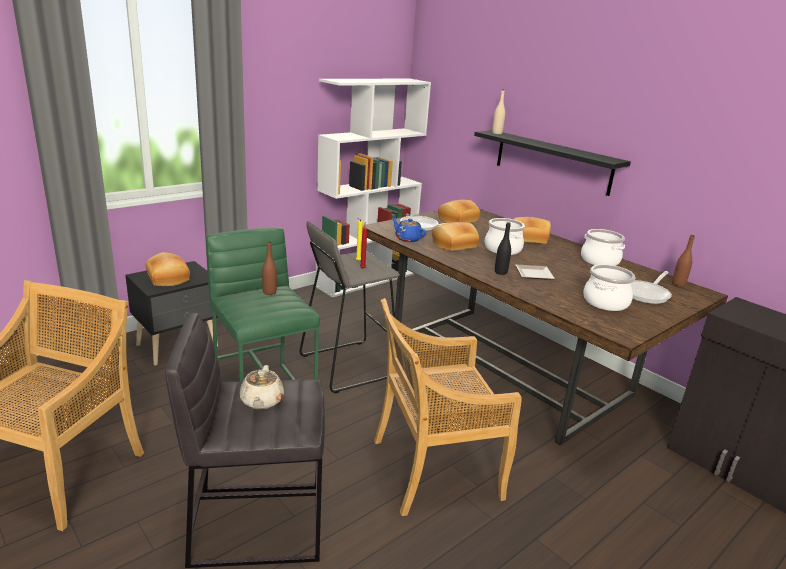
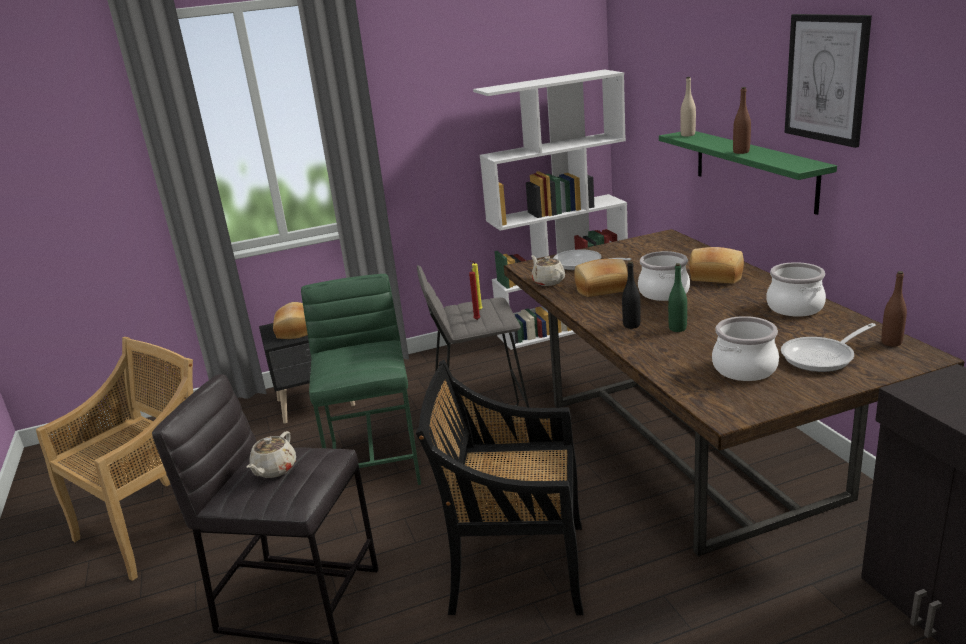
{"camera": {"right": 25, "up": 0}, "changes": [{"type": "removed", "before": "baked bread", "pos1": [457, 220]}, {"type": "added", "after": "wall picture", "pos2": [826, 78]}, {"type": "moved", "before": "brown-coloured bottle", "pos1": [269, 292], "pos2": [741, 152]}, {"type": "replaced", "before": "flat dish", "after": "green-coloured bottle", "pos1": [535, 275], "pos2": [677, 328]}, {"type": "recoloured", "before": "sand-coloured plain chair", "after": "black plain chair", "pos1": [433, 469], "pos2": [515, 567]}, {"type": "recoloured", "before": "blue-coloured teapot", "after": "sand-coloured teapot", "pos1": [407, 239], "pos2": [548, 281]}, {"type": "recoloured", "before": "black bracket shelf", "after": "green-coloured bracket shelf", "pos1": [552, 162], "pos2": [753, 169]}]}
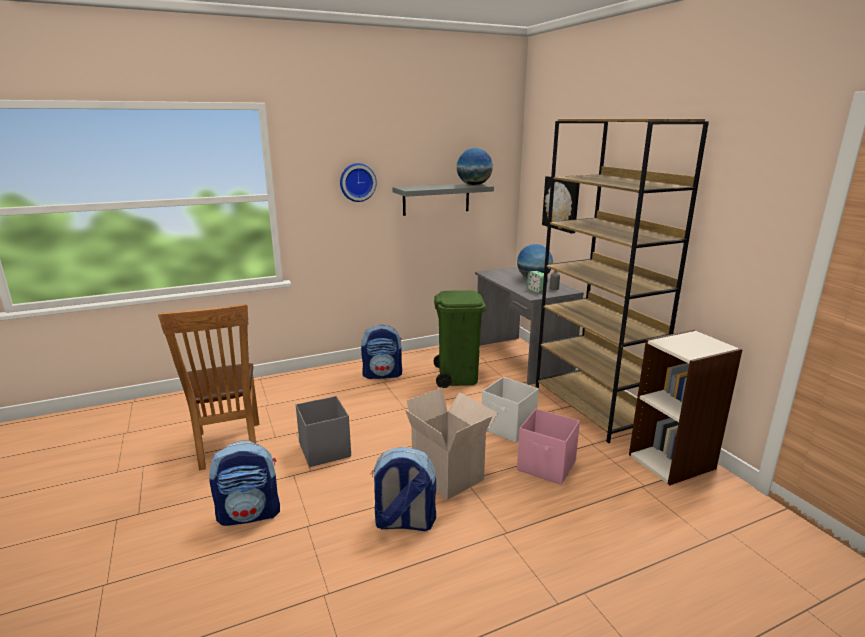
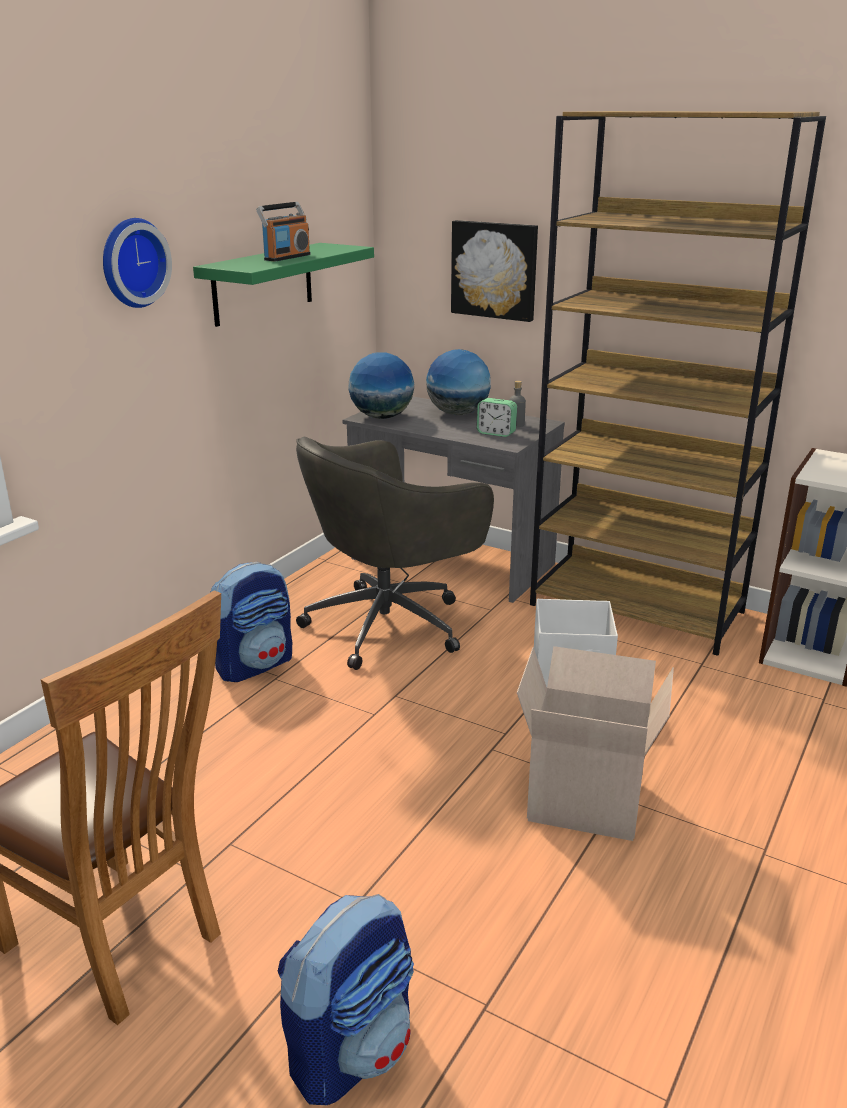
{"camera": {"right": -35, "up": 5}, "changes": [{"type": "removed", "before": "gray storage container", "pos1": [325, 450]}, {"type": "removed", "before": "rucksack", "pos1": [404, 522]}, {"type": "removed", "before": "pinkish storage container", "pos1": [547, 466]}, {"type": "added", "after": "radio receiver", "pos2": [286, 257]}, {"type": "moved", "before": "desk globe", "pos1": [474, 185], "pos2": [382, 417]}, {"type": "replaced", "before": "green-coloured rubbish bin", "after": "gray desk chair", "pos1": [457, 376], "pos2": [390, 624]}, {"type": "recoloured", "before": "gray bracket shelf", "after": "green-coloured bracket shelf", "pos1": [436, 199], "pos2": [263, 283]}]}
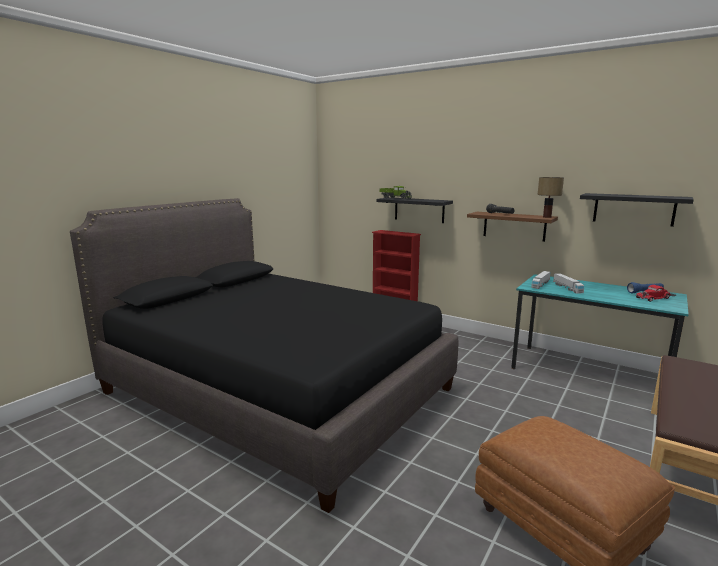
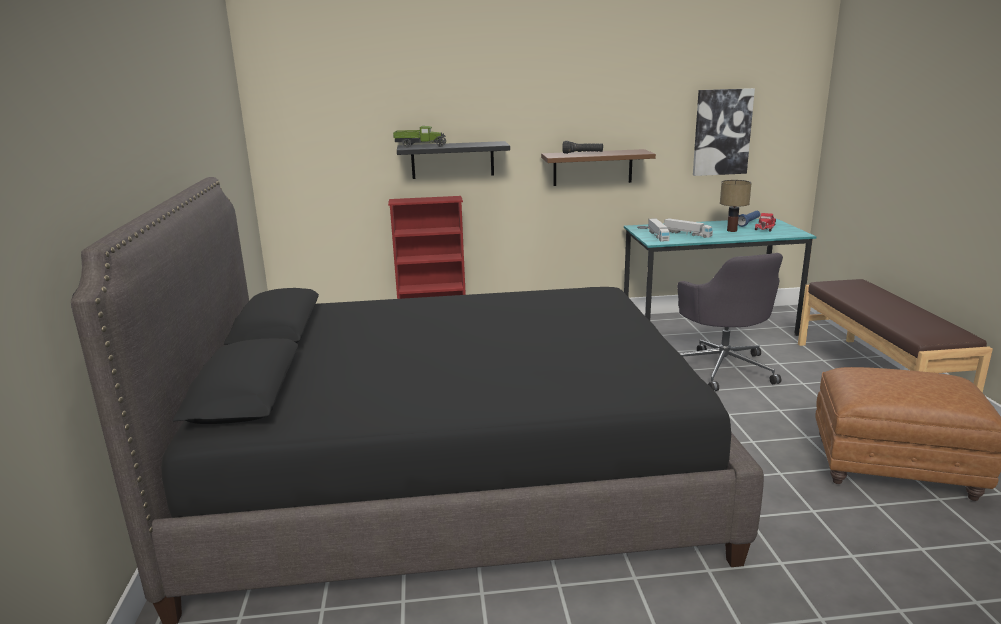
{"camera": {"right": -40, "up": 5}, "changes": [{"type": "added", "after": "gray desk chair", "pos2": [723, 368]}, {"type": "moved", "before": "table lamp", "pos1": [546, 217], "pos2": [731, 230]}, {"type": "replaced", "before": "black bracket shelf", "after": "wall picture", "pos1": [633, 209], "pos2": [722, 132]}]}
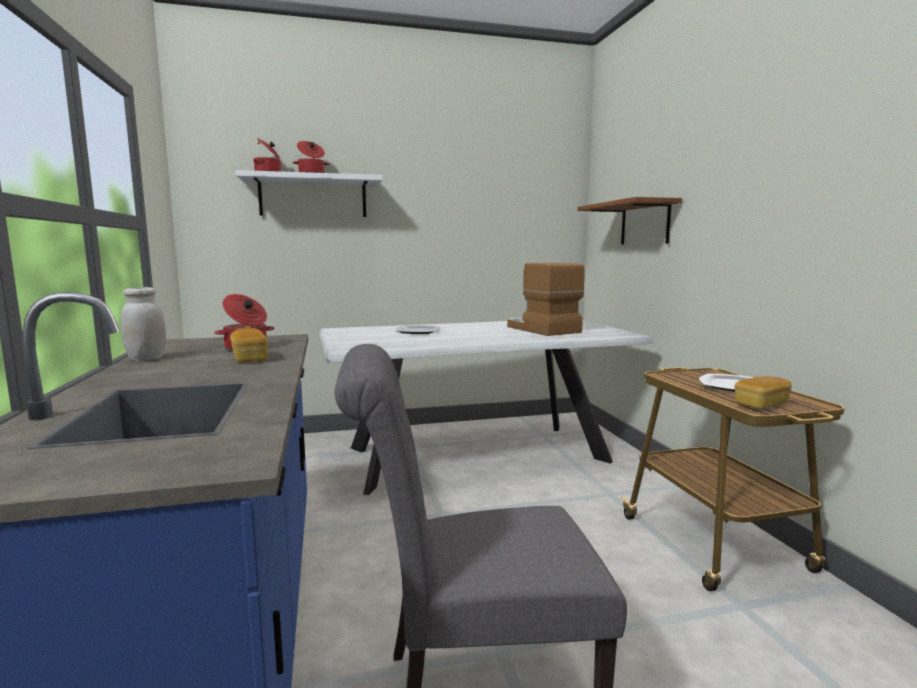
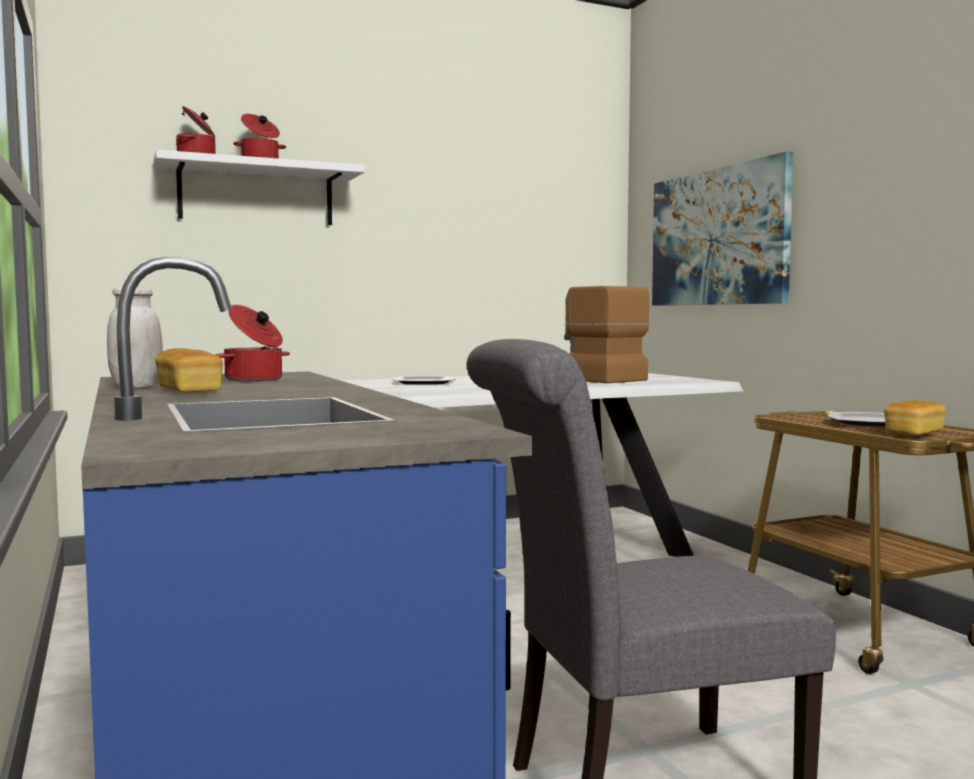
{"camera": {"right": -10, "up": -5}, "changes": [{"type": "moved", "before": "baked bread", "pos1": [249, 358], "pos2": [189, 391]}, {"type": "replaced", "before": "bracket shelf", "after": "wall picture", "pos1": [645, 223], "pos2": [718, 237]}]}
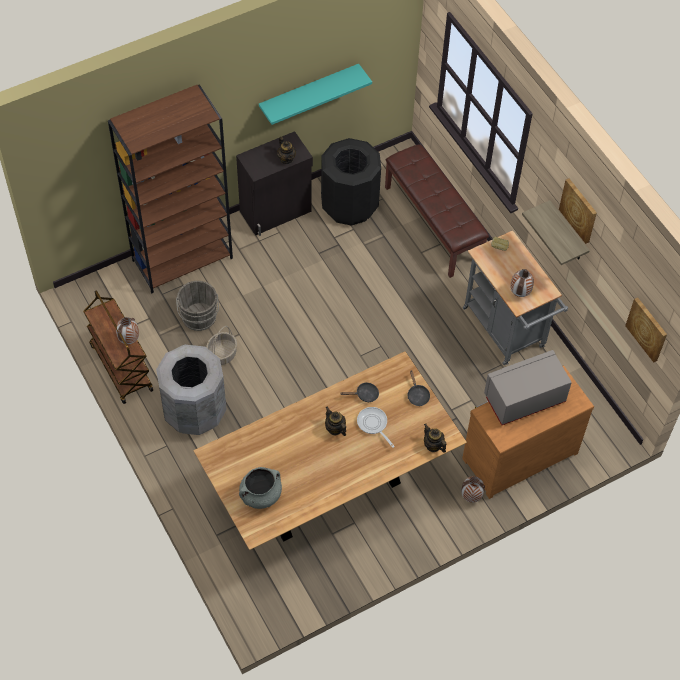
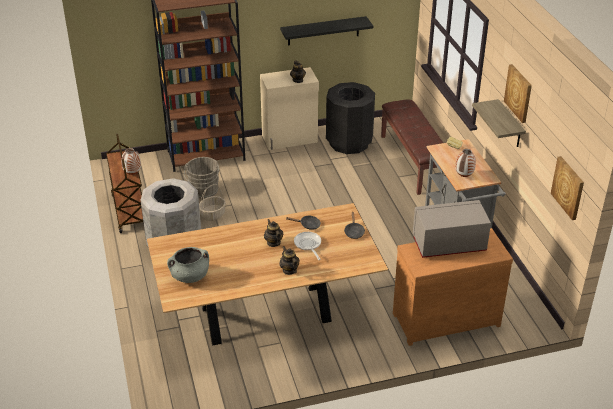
{"camera": {"right": 15, "up": -20}, "changes": [{"type": "removed", "before": "flower vase", "pos1": [471, 497]}, {"type": "moved", "before": "teapot", "pos1": [433, 445], "pos2": [289, 270]}, {"type": "recoloured", "before": "black cabinet", "after": "sand-coloured cabinet", "pos1": [276, 212], "pos2": [290, 139]}, {"type": "recoloured", "before": "blue-green bracket shelf", "after": "black bracket shelf", "pos1": [309, 92], "pos2": [323, 31]}]}
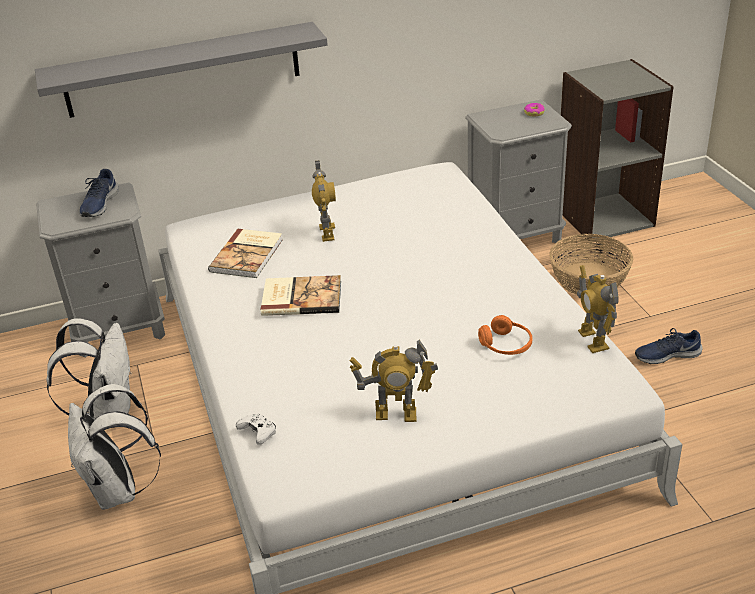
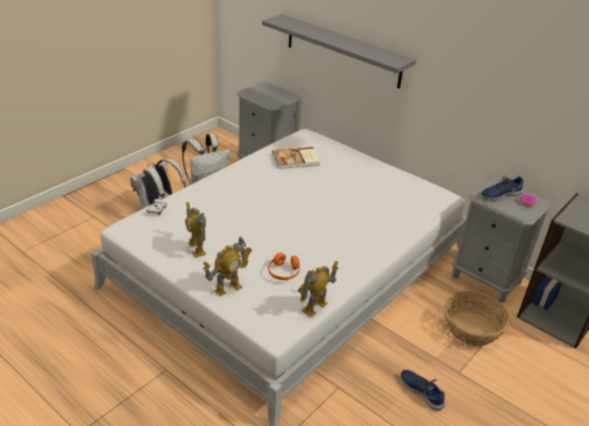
{"camera": {"right": 55, "up": 0}, "changes": [{"type": "removed", "before": "volume", "pos1": [301, 297]}, {"type": "moved", "before": "blue-coloured low shoe", "pos1": [99, 204], "pos2": [500, 194]}, {"type": "moved", "before": "model robot", "pos1": [327, 232], "pos2": [228, 288]}]}
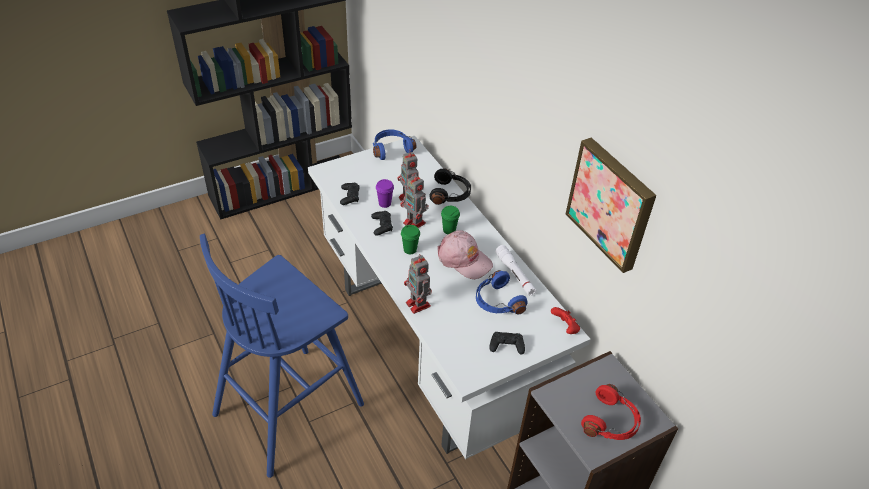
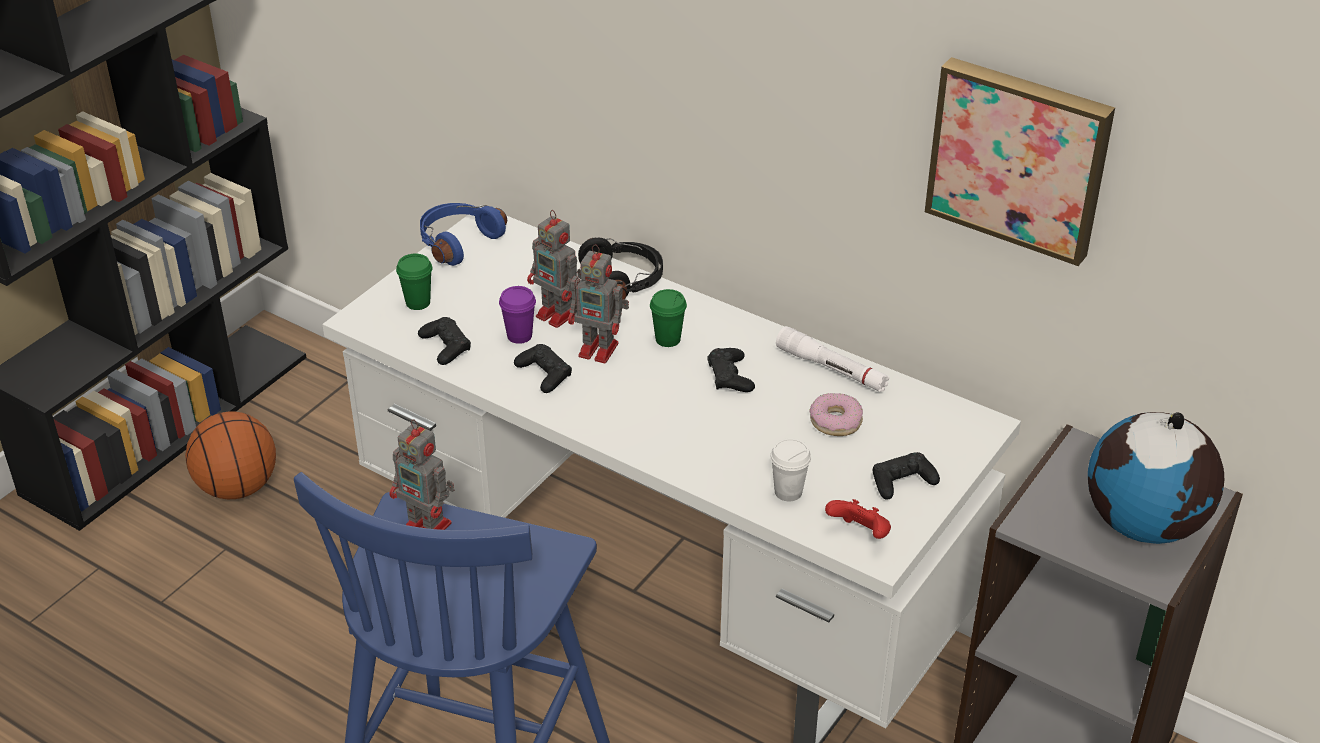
{"camera": {"right": -25, "up": -5}, "changes": [{"type": "added", "after": "ball for basketball", "pos2": [237, 487]}, {"type": "added", "after": "white-coloured cup", "pos2": [788, 492]}, {"type": "moved", "before": "green-coloured cup", "pos1": [410, 249], "pos2": [418, 302]}, {"type": "moved", "before": "model robot", "pos1": [418, 305], "pos2": [428, 529]}, {"type": "moved", "before": "red-coloured game controller", "pos1": [565, 328], "pos2": [860, 534]}, {"type": "replaced", "before": "pinkish peaked cap", "after": "black game controller", "pos1": [464, 259], "pos2": [730, 376]}, {"type": "replaced", "before": "blue-coloured headphones", "after": "donut", "pos1": [497, 302], "pos2": [836, 421]}, {"type": "replaced", "before": "red-coloured headphones", "after": "desk globe", "pos1": [611, 422], "pos2": [1145, 525]}]}
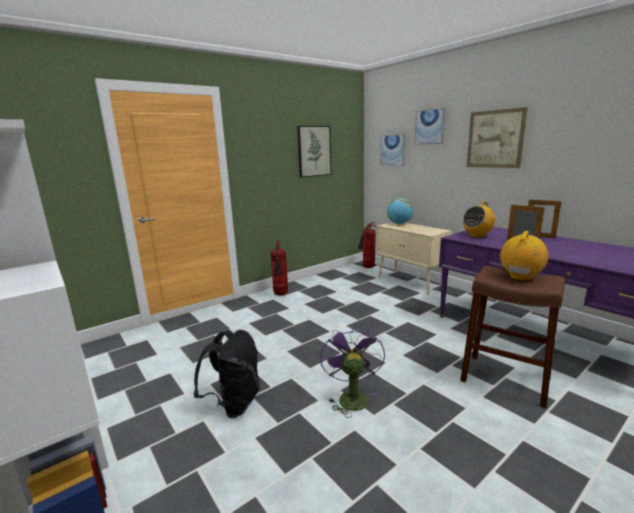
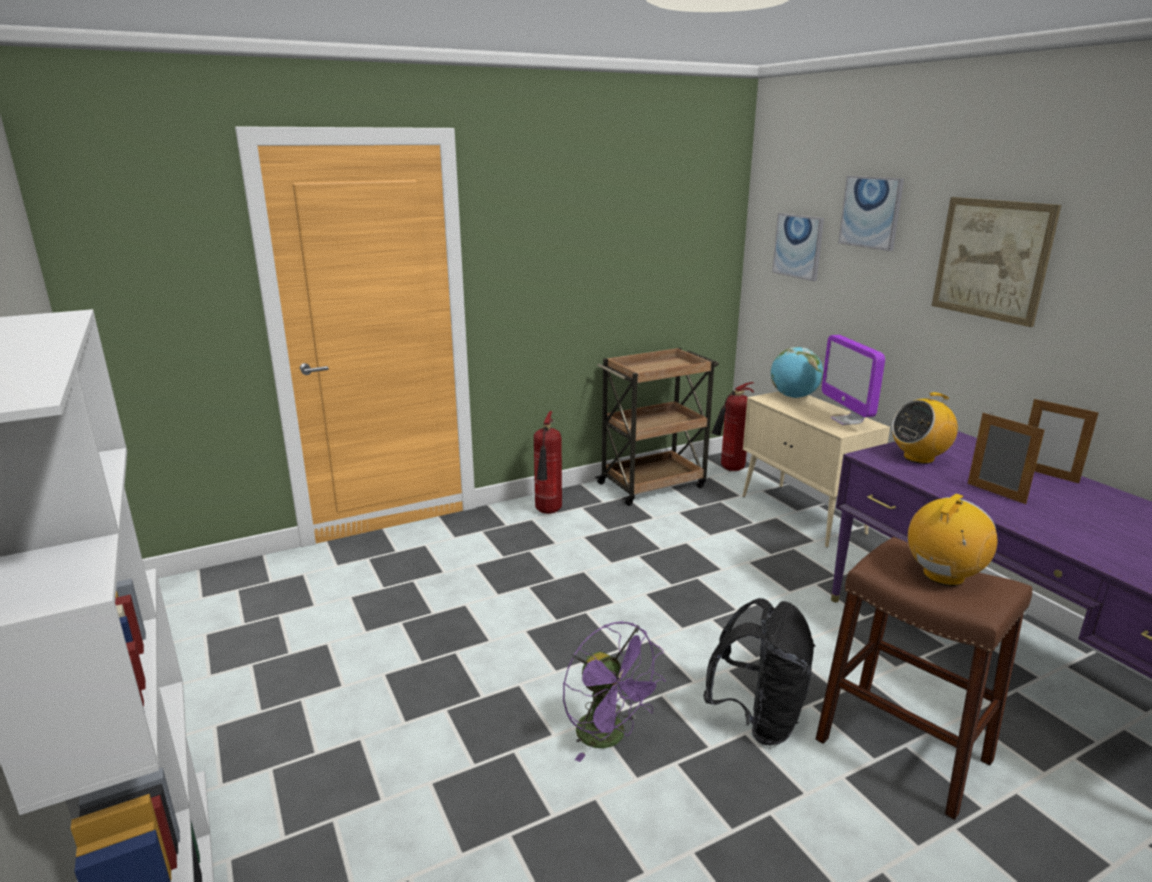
{"camera": {"right": 10, "up": 5}, "changes": [{"type": "removed", "before": "wall picture", "pos1": [314, 151]}, {"type": "added", "after": "brown-coloured trolley", "pos2": [653, 484]}, {"type": "added", "after": "computer display", "pos2": [846, 420]}, {"type": "moved", "before": "black rucksack", "pos1": [234, 403], "pos2": [758, 719]}, {"type": "turned", "before": "purplish electric fan", "pos1": [351, 396], "pos2": [609, 737], "turn": 135}]}
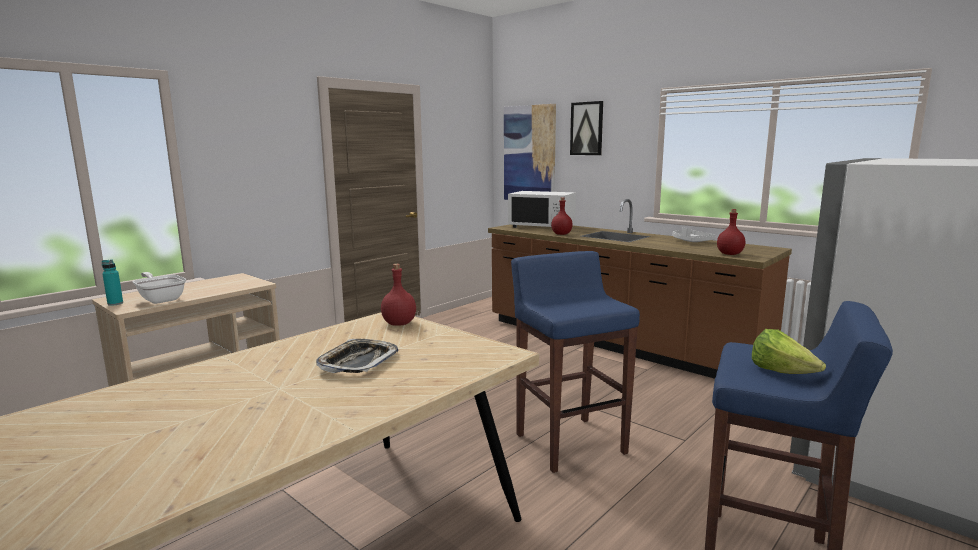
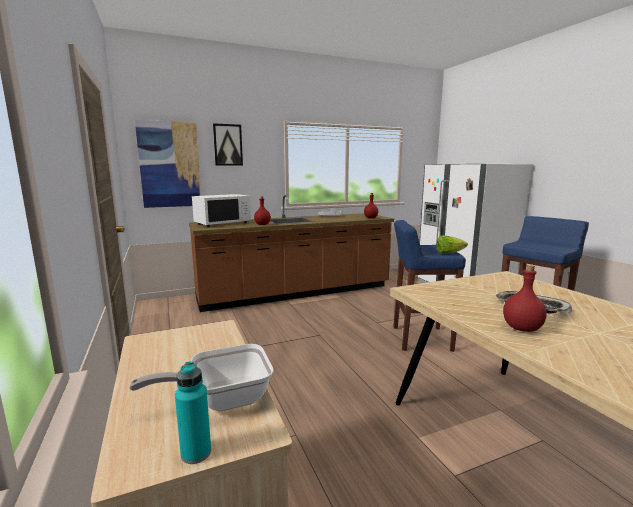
{"camera": {"right": -65, "up": 0}, "changes": [{"type": "moved", "before": "red-coloured bottle", "pos1": [398, 323], "pos2": [521, 328]}, {"type": "moved", "before": "lettuce", "pos1": [781, 373], "pos2": [449, 253]}]}
